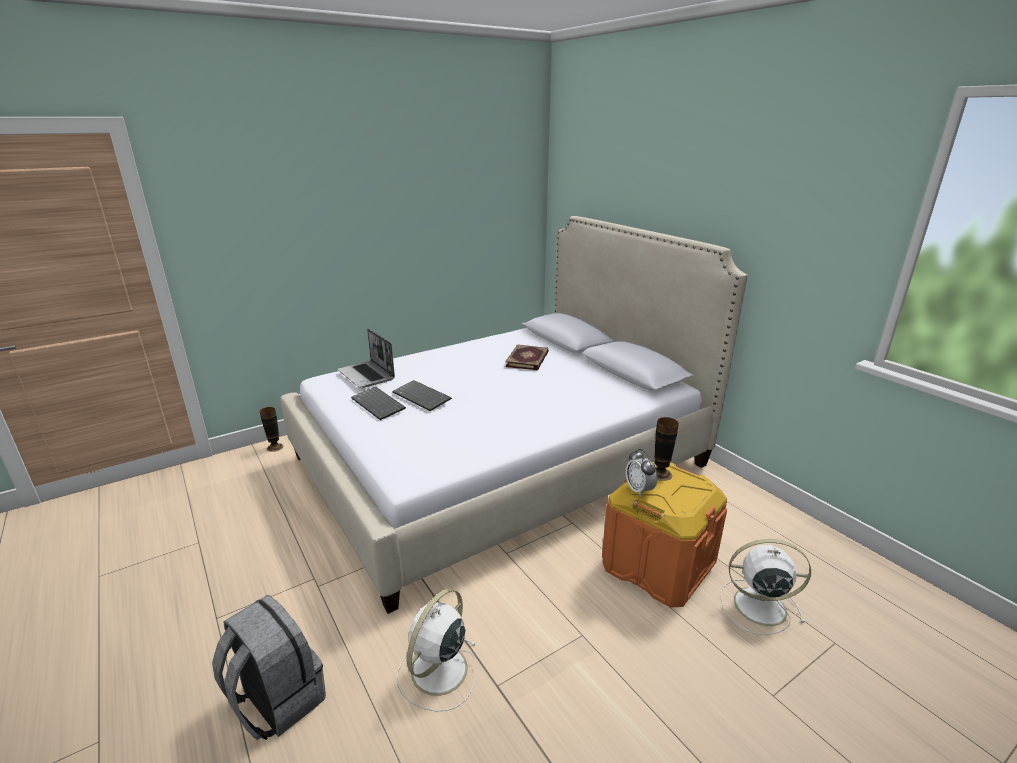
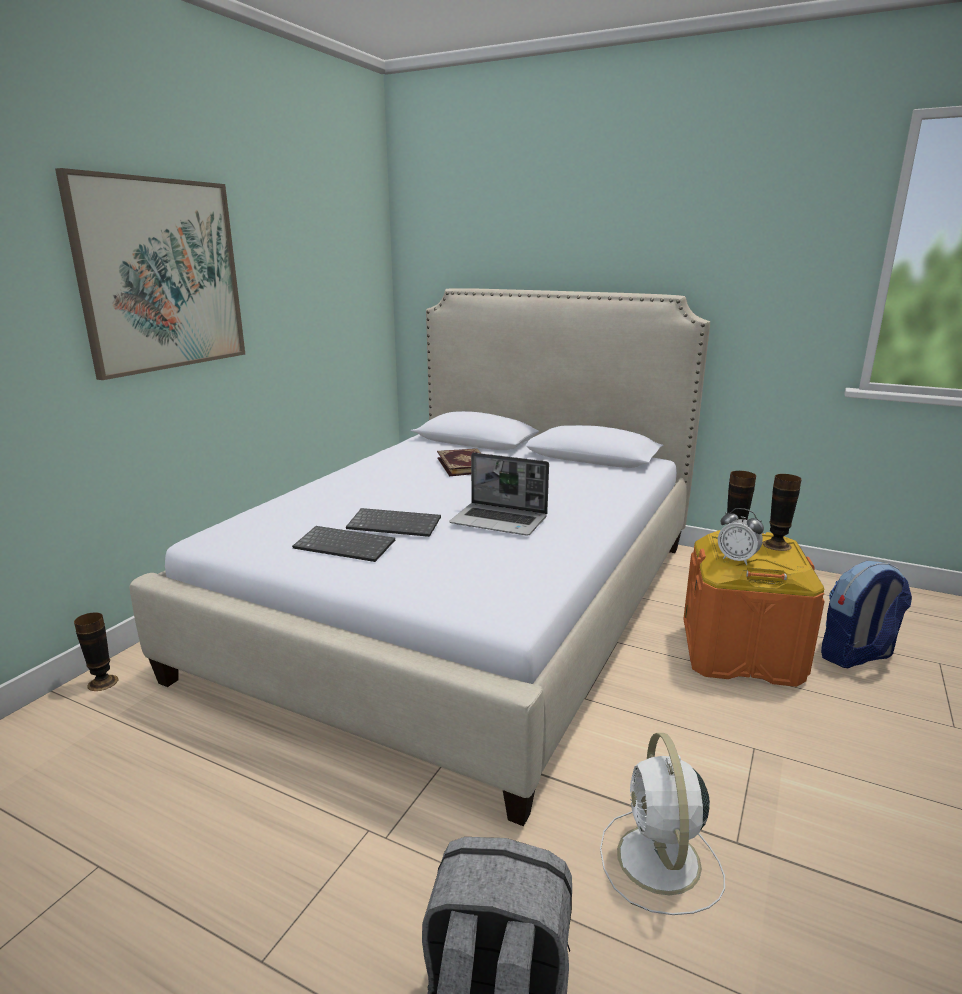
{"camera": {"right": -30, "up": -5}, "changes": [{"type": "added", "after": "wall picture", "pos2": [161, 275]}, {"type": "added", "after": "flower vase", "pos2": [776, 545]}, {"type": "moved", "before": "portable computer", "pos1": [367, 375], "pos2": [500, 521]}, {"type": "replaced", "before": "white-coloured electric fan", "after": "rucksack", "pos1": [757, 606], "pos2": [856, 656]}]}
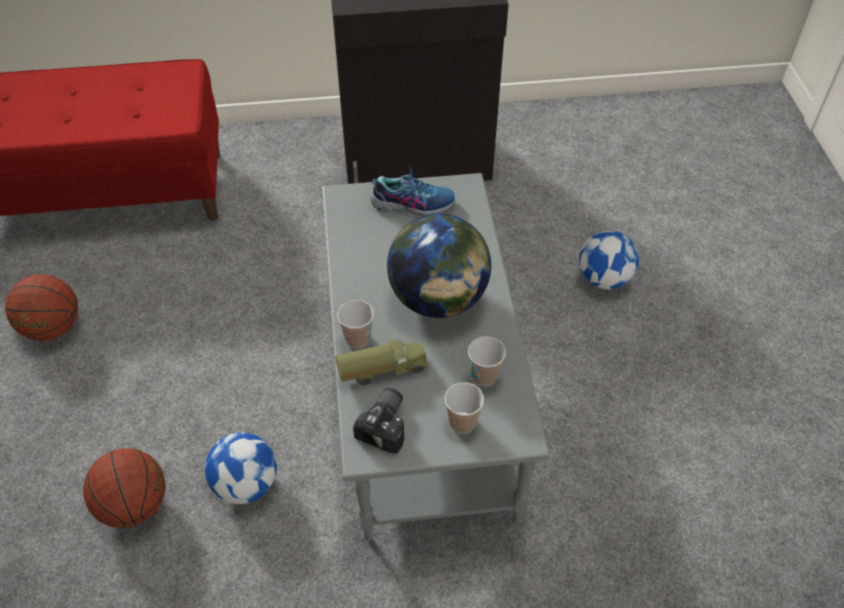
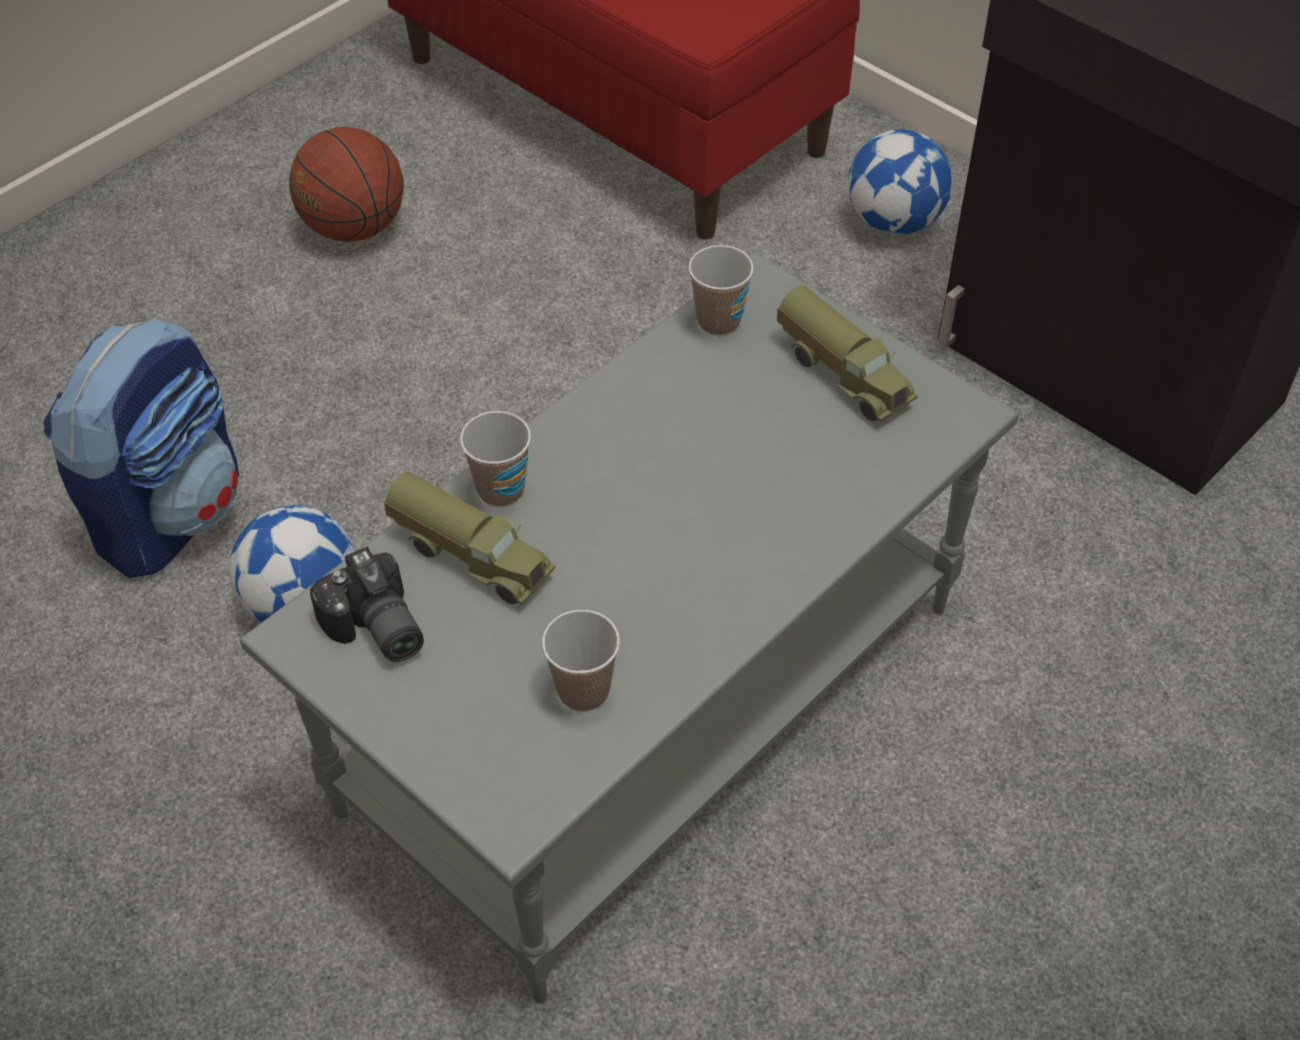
{"camera": {"right": 50, "up": 0}, "changes": [{"type": "removed", "before": "desk globe", "pos1": [438, 299]}, {"type": "moved", "before": "cup", "pos1": [462, 422], "pos2": [718, 321]}, {"type": "moved", "before": "football", "pos1": [604, 279], "pos2": [894, 222]}, {"type": "replaced", "before": "ball for basketball", "after": "rucksack", "pos1": [134, 505], "pos2": [170, 512]}, {"type": "replaced", "before": "low shoe", "after": "toy truck", "pos1": [413, 203], "pos2": [844, 374]}, {"type": "turned", "before": "photo camera", "pos1": [387, 425], "pos2": [374, 630], "turn": 75}]}
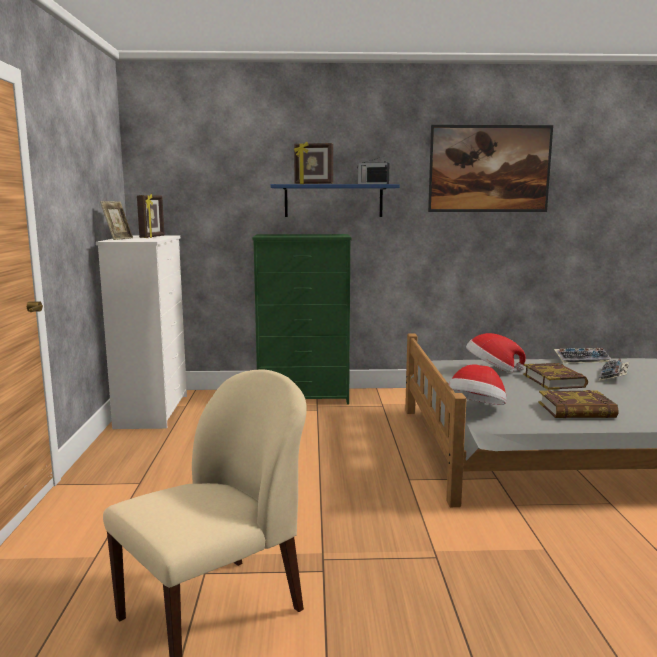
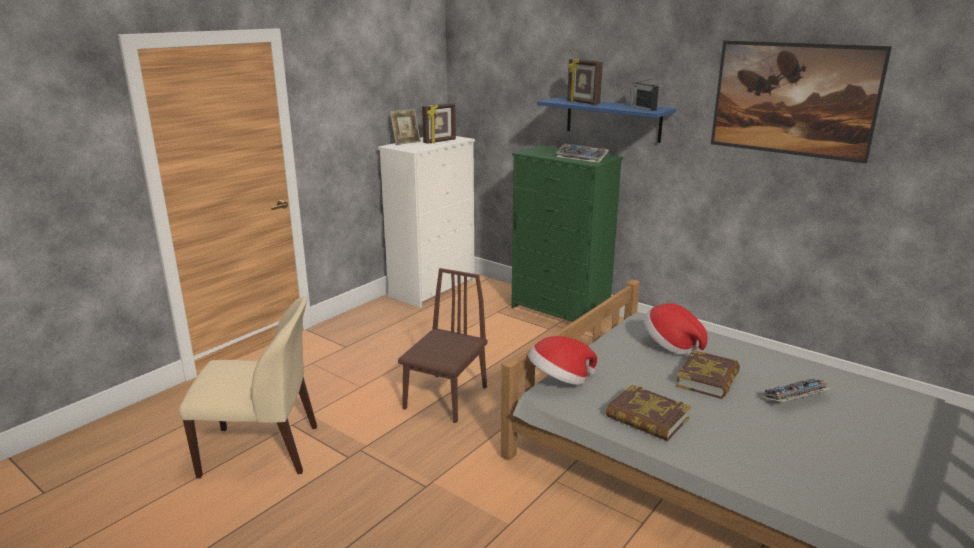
{"camera": {"right": 40, "up": 10}, "changes": [{"type": "added", "after": "brown-coloured plain chair", "pos2": [445, 397]}, {"type": "moved", "before": "computer keyboard", "pos1": [582, 360], "pos2": [583, 157]}]}
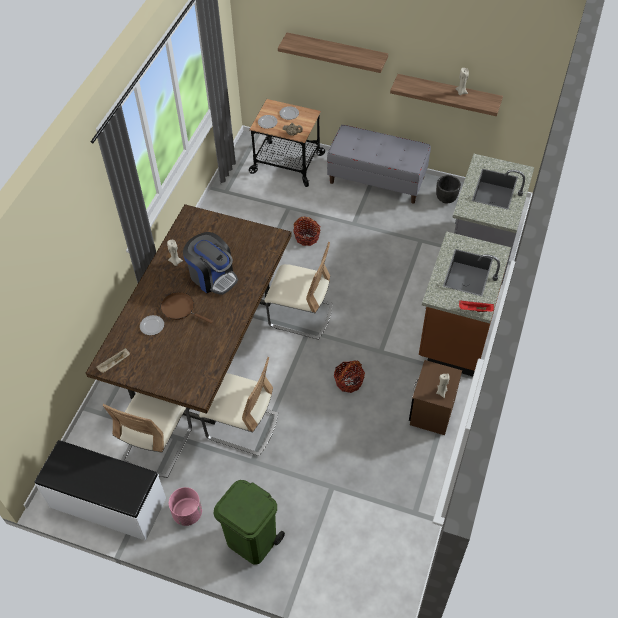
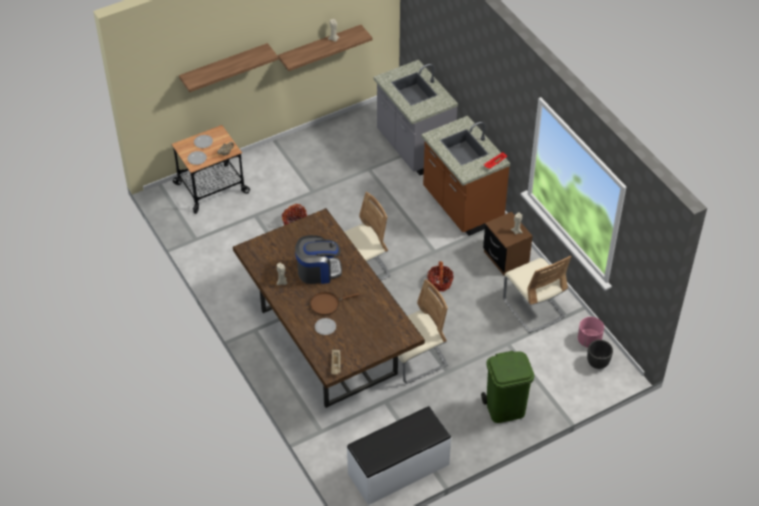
{"camera": {"right": -50, "up": -5}, "changes": [{"type": "removed", "before": "gray indoor bench", "pos1": [377, 180]}, {"type": "moved", "before": "sand-coloured plain chair", "pos1": [157, 445], "pos2": [533, 308]}, {"type": "moved", "before": "pinkish flower pot", "pos1": [187, 513], "pos2": [589, 340]}, {"type": "moved", "before": "black flower pot", "pos1": [446, 199], "pos2": [598, 363]}]}
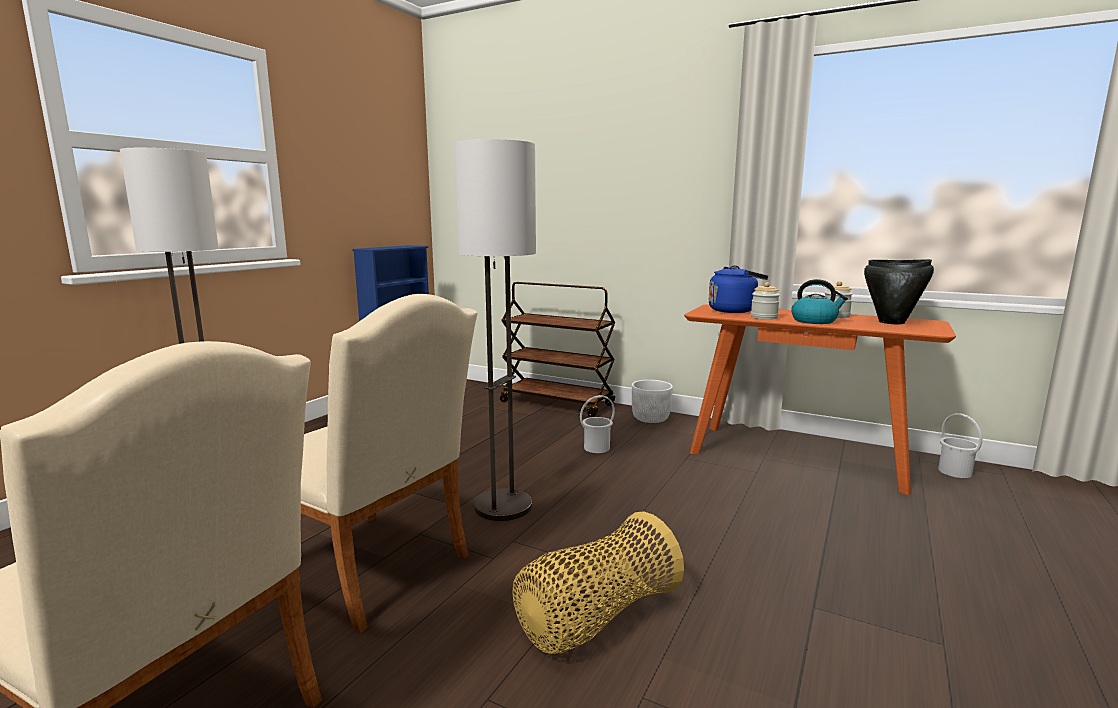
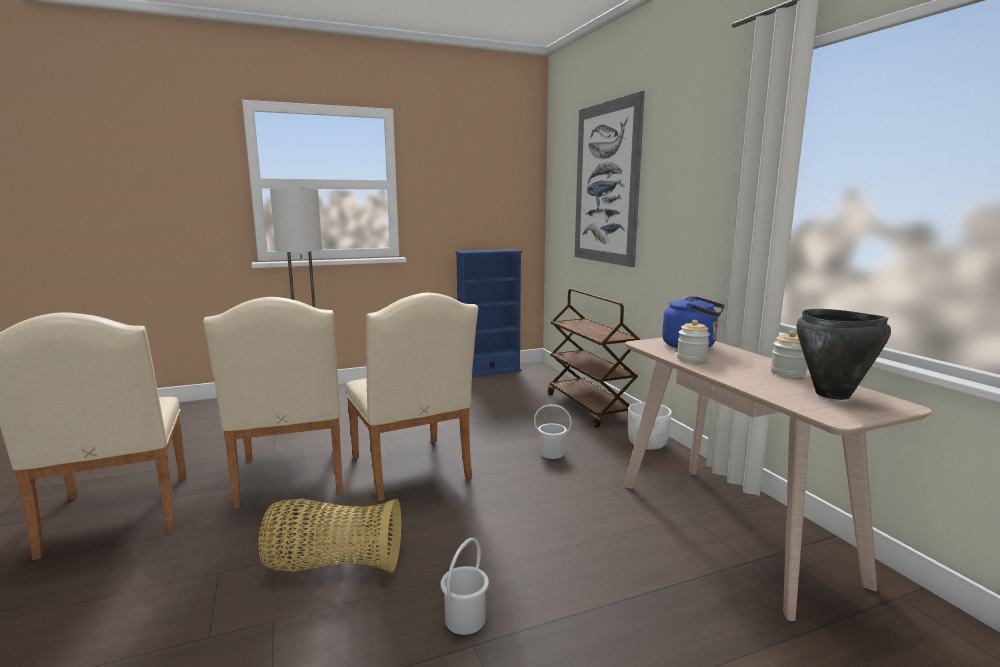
{"camera": {"right": 40, "up": 0}, "changes": [{"type": "removed", "before": "tea kettle", "pos1": [815, 321]}, {"type": "added", "after": "wall picture", "pos2": [606, 184]}, {"type": "moved", "before": "white-coloured bucket", "pos1": [955, 471], "pos2": [466, 619]}, {"type": "replaced", "before": "standard lamp", "after": "sand-coloured plain chair", "pos1": [503, 506], "pos2": [412, 471]}, {"type": "recoloured", "before": "orangey console table", "after": "sand-coloured console table", "pos1": [797, 456], "pos2": [731, 529]}]}
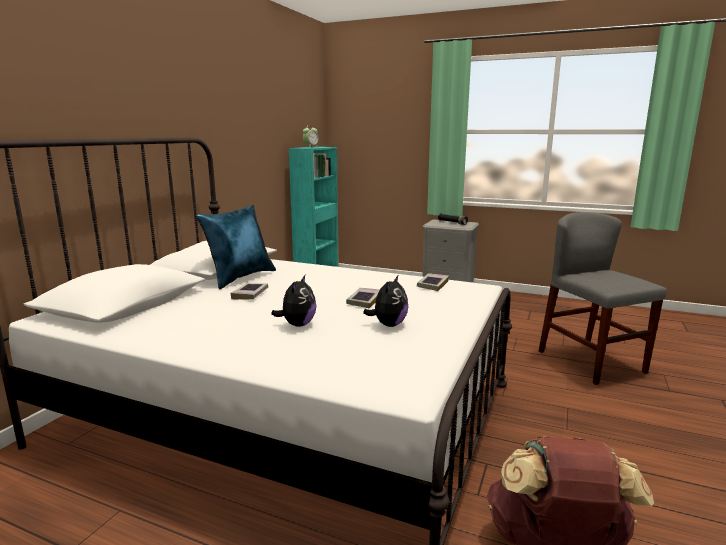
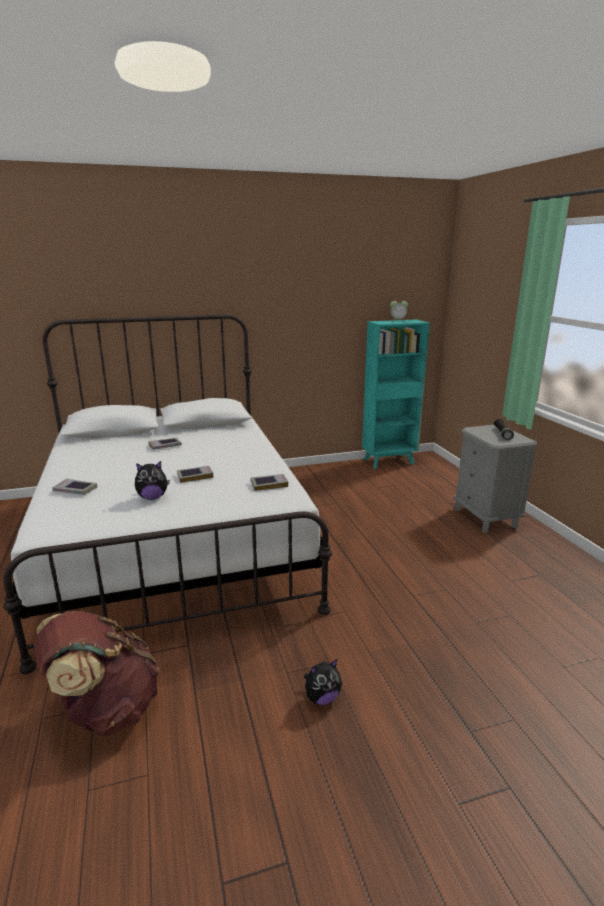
{"camera": {"right": 50, "up": 5}, "changes": [{"type": "removed", "before": "blue-coloured cushion", "pos1": [240, 278]}, {"type": "removed", "before": "gray plain chair", "pos1": [591, 361]}, {"type": "added", "after": "volume", "pos2": [75, 490]}, {"type": "moved", "before": "cuddly toy", "pos1": [297, 324], "pos2": [322, 698]}]}
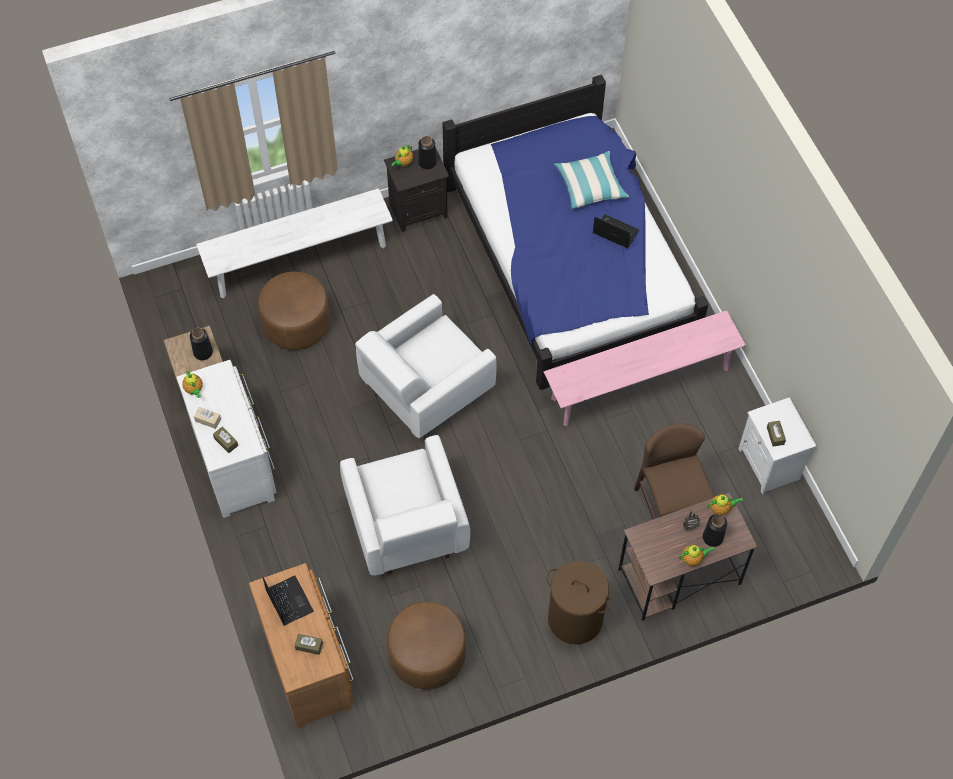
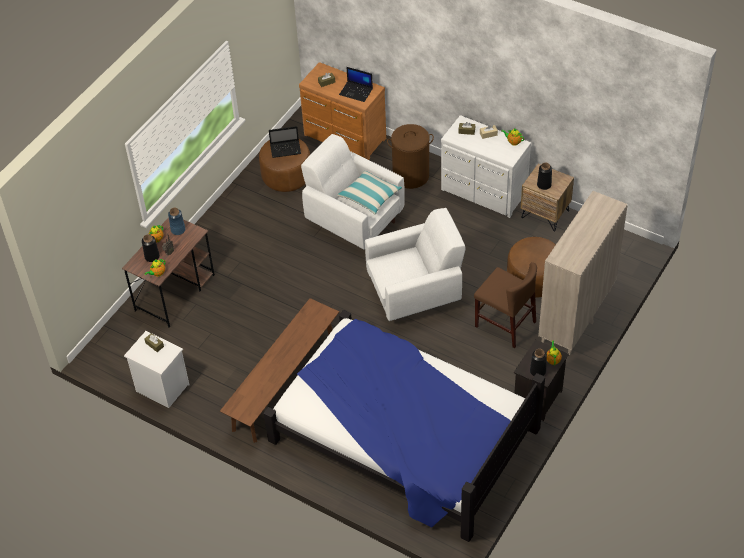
{"camera": {"right": 145, "up": -10}, "changes": [{"type": "added", "after": "blue-coloured flower vase", "pos2": [178, 230]}, {"type": "moved", "before": "brown-coloured washing basket", "pos1": [575, 619], "pos2": [411, 175]}, {"type": "moved", "before": "cushion", "pos1": [590, 186], "pos2": [369, 196]}, {"type": "moved", "before": "portable computer", "pos1": [614, 232], "pos2": [286, 149]}, {"type": "moved", "before": "brown-coloured plain chair", "pos1": [669, 509], "pos2": [505, 324]}, {"type": "replaced", "before": "white-coloured indoor bench", "after": "sand-coloured cabinet", "pos1": [299, 259], "pos2": [576, 316]}, {"type": "recoloured", "before": "pinkish indoor bench", "after": "brown-coloured indoor bench", "pos1": [640, 383], "pos2": [284, 384]}, {"type": "turned", "before": "white-coloured lounge chair", "pos1": [424, 391], "pos2": [415, 293], "turn": 60}]}
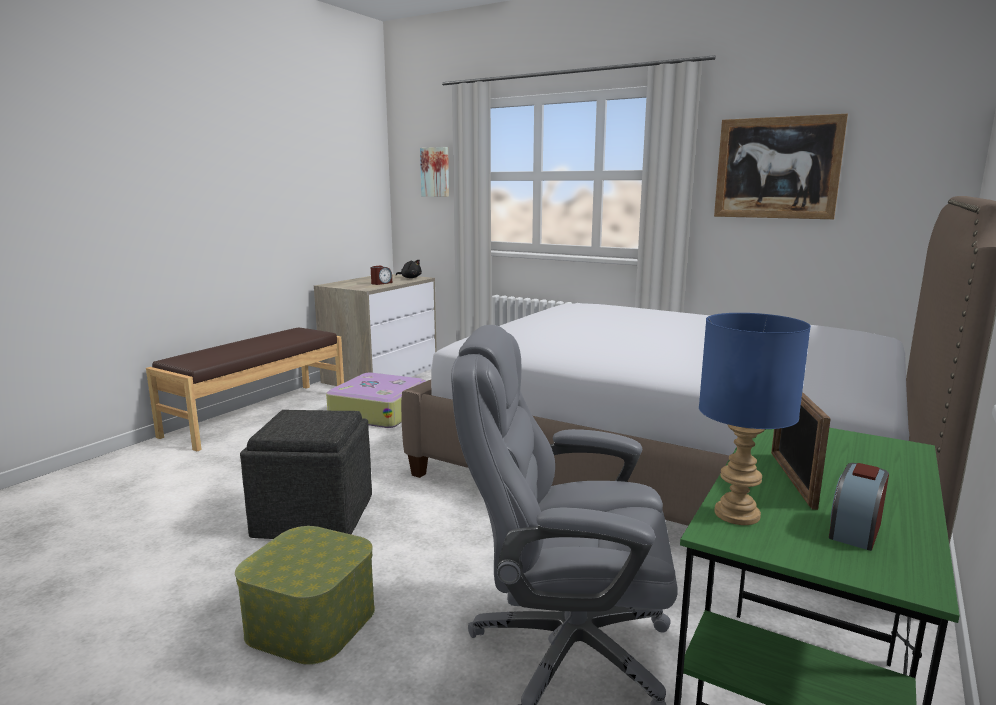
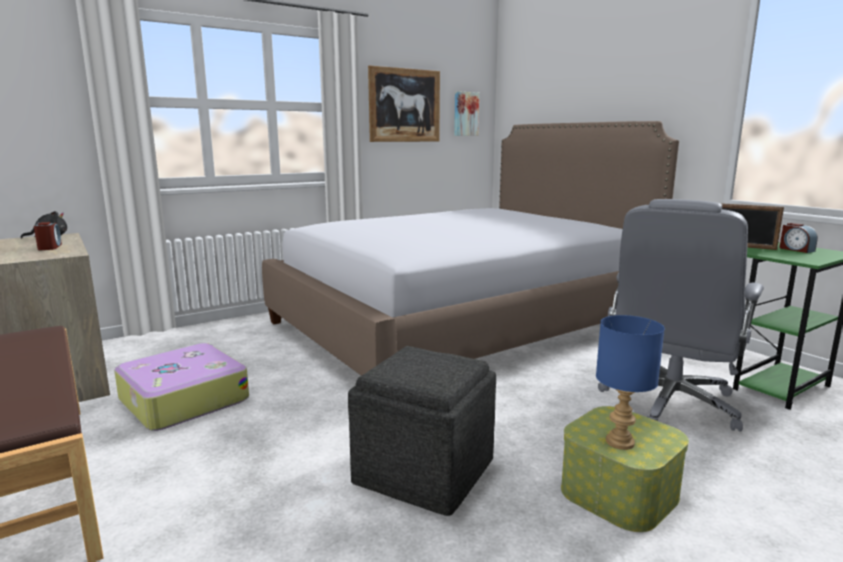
{"camera": {"right": -65, "up": 0}, "changes": [{"type": "moved", "before": "wall picture", "pos1": [435, 172], "pos2": [465, 114]}, {"type": "moved", "before": "blue-coloured table lamp", "pos1": [735, 513], "pos2": [618, 442]}]}
